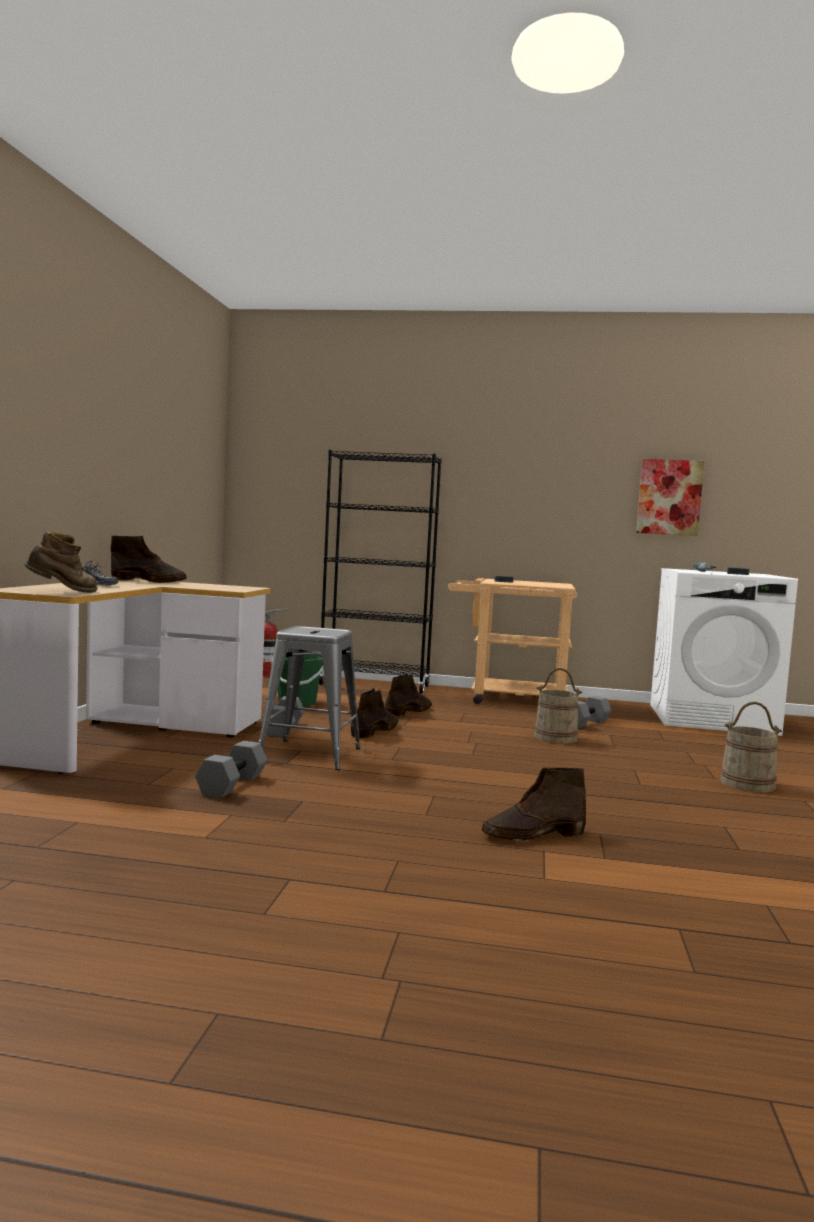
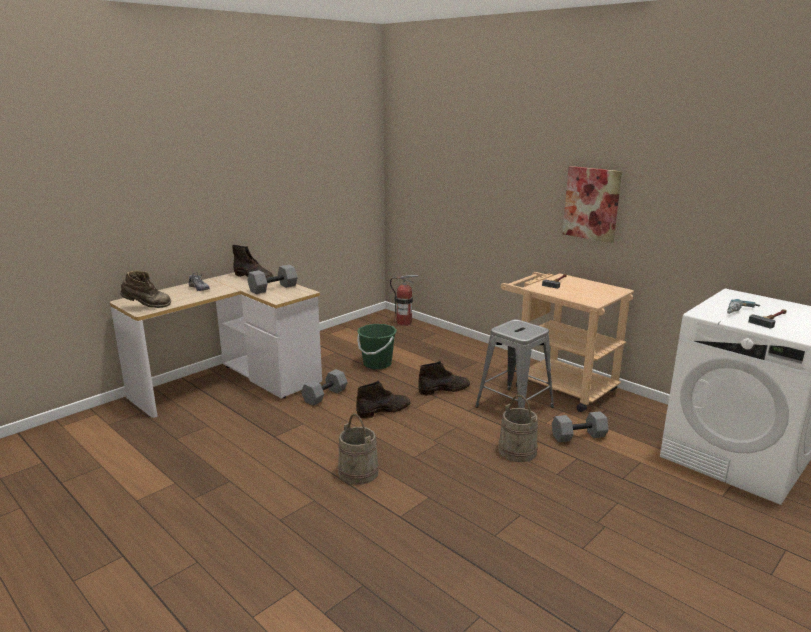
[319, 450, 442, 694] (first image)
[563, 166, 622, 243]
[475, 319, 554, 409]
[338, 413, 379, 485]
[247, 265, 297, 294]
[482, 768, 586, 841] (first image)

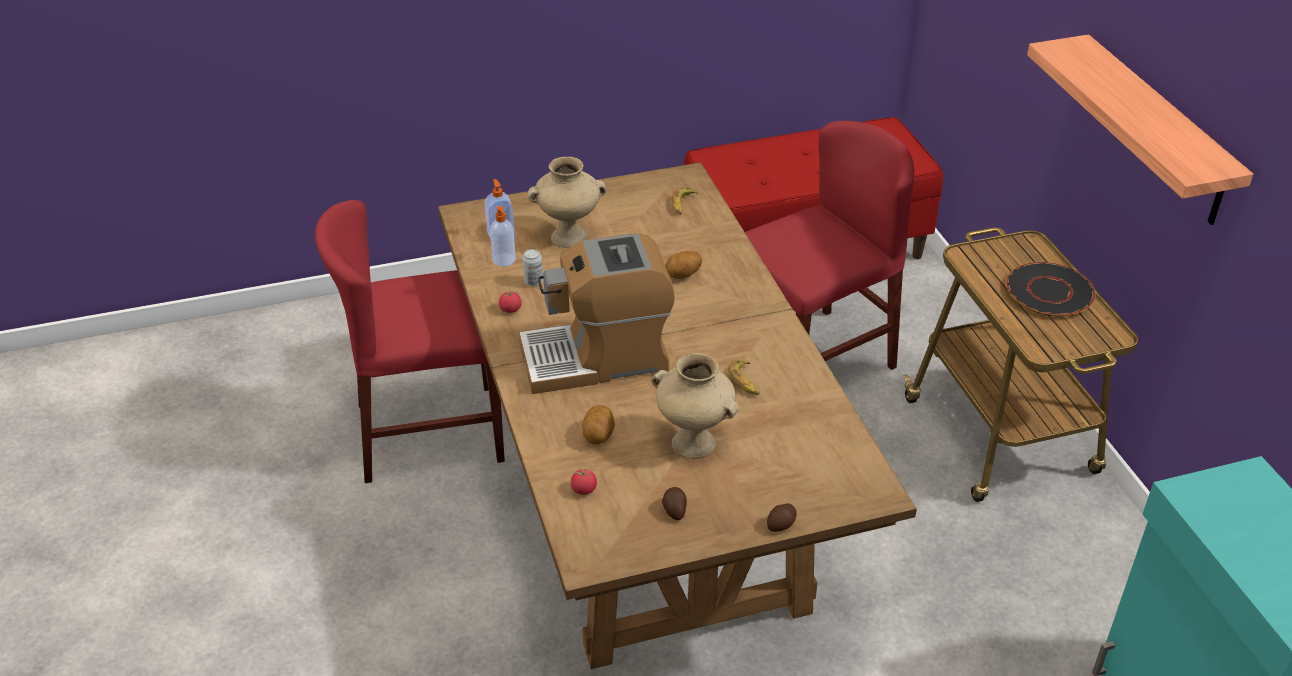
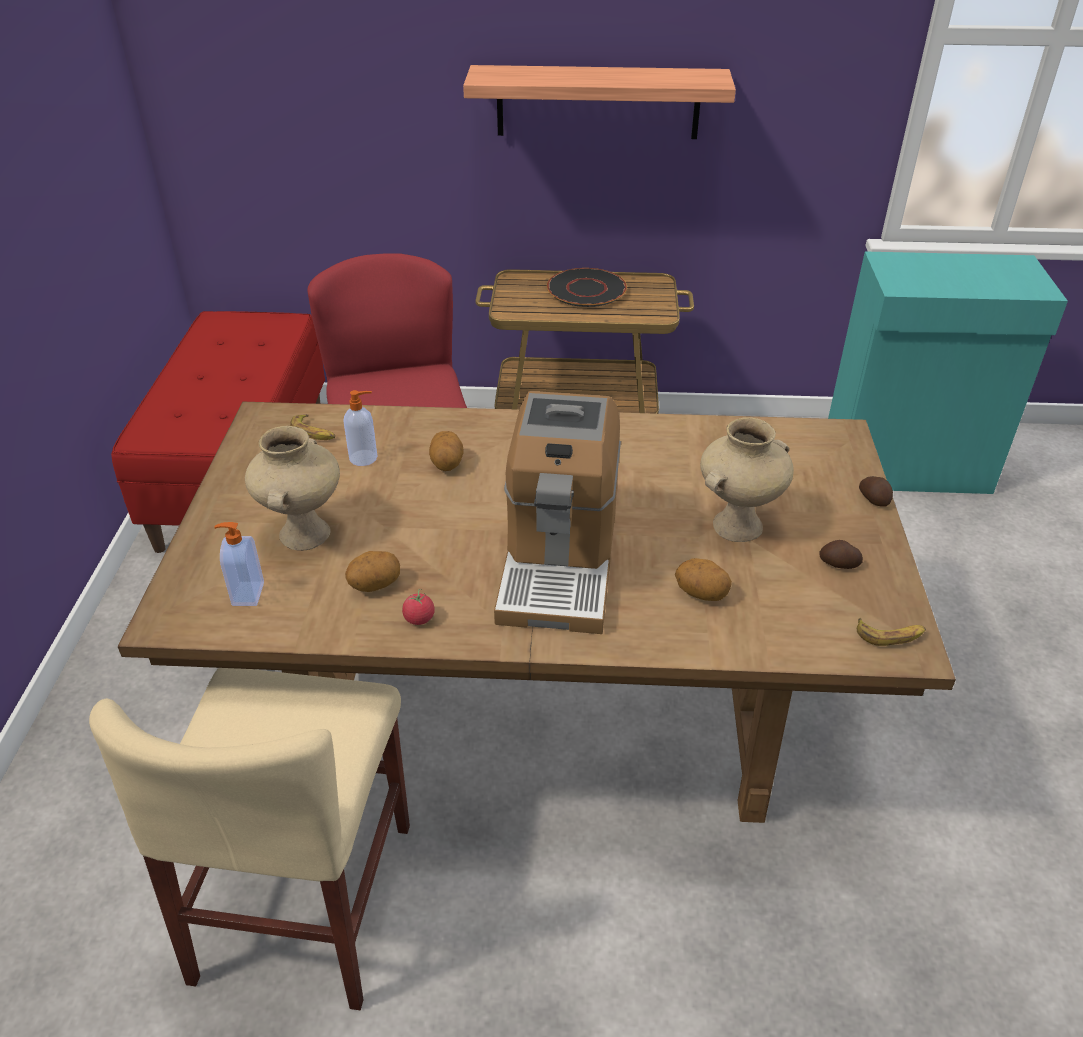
[89, 668, 410, 1010]
[343, 390, 377, 466]
[345, 551, 400, 592]
[857, 618, 926, 646]
[571, 467, 597, 495] (first image)

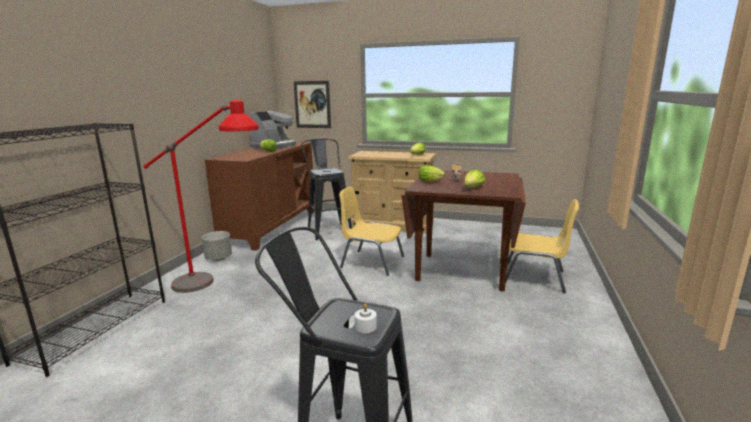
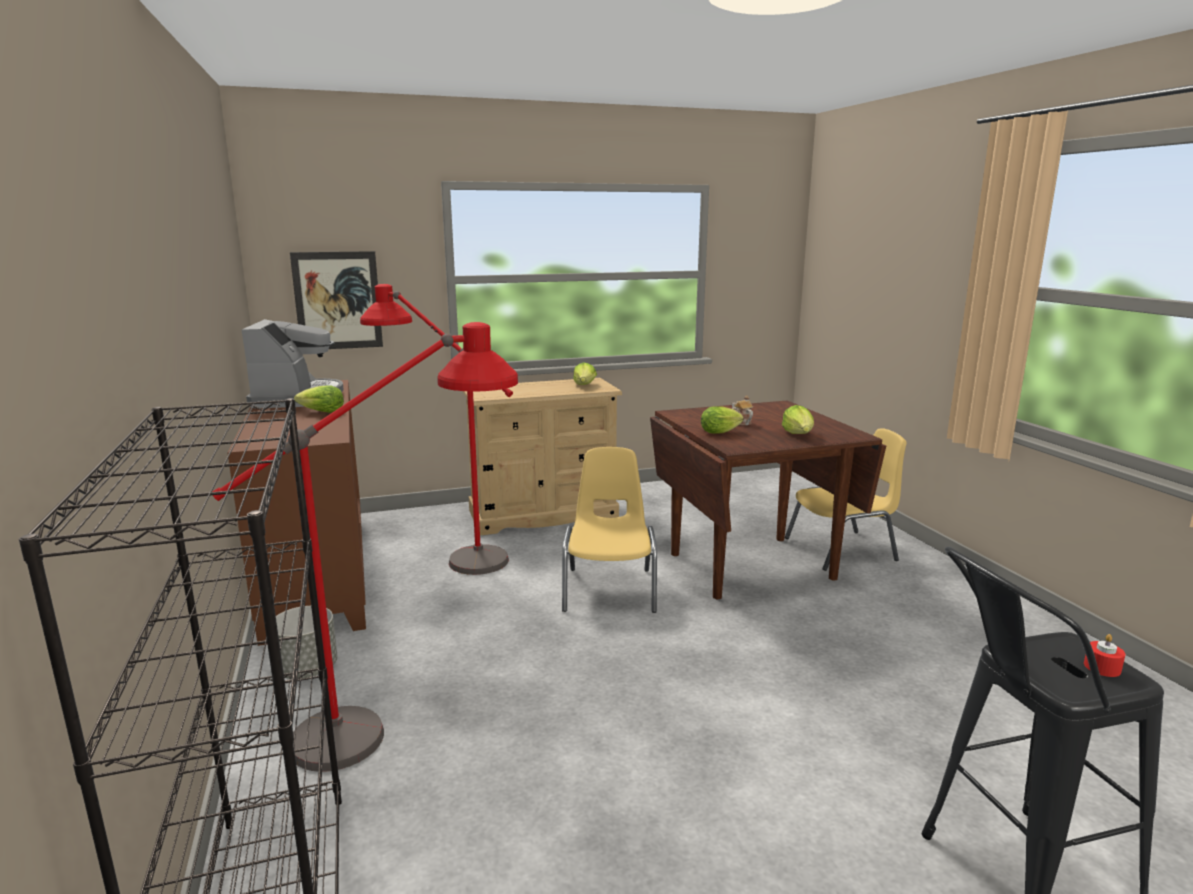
[360, 284, 513, 575]
[562, 447, 657, 613]
[1084, 634, 1125, 677]

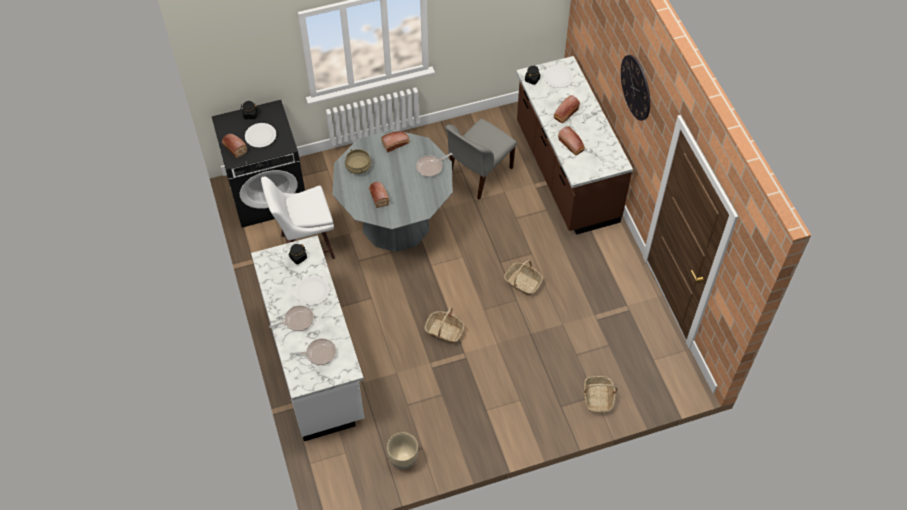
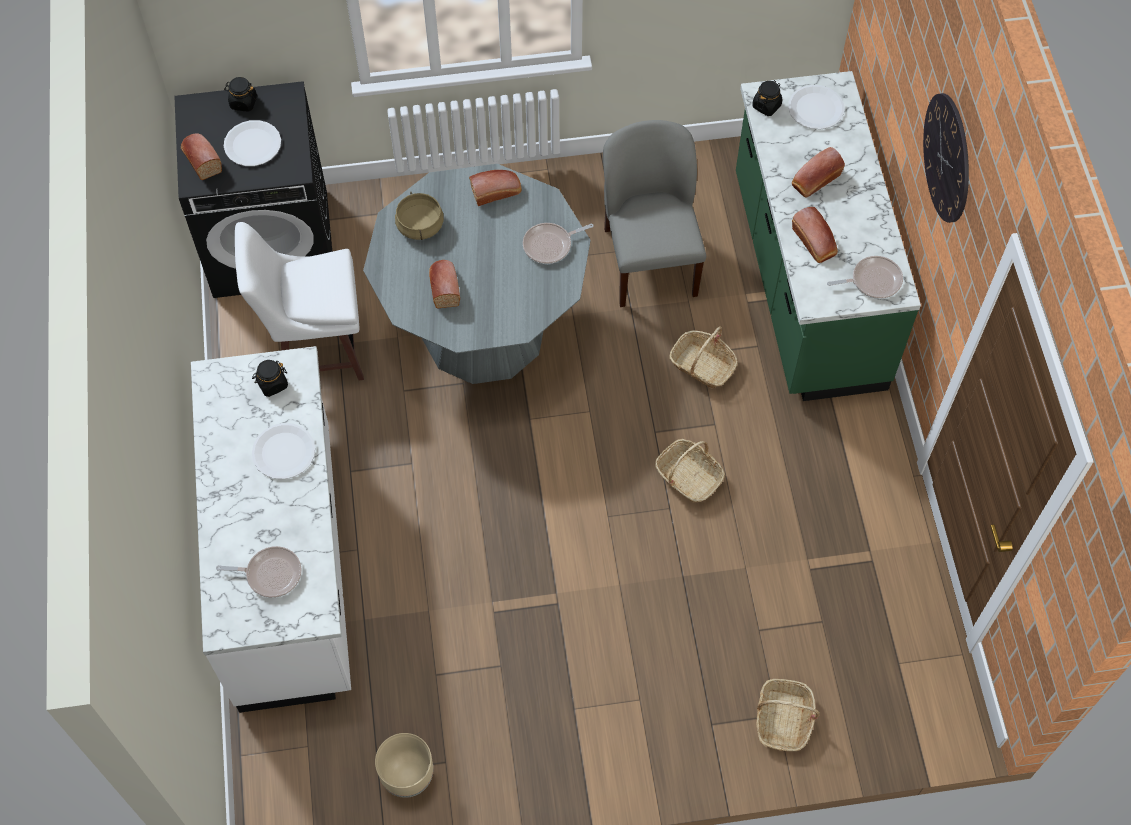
[736, 71, 921, 401]
[603, 120, 706, 307]
[827, 256, 903, 299]
[669, 326, 738, 388]

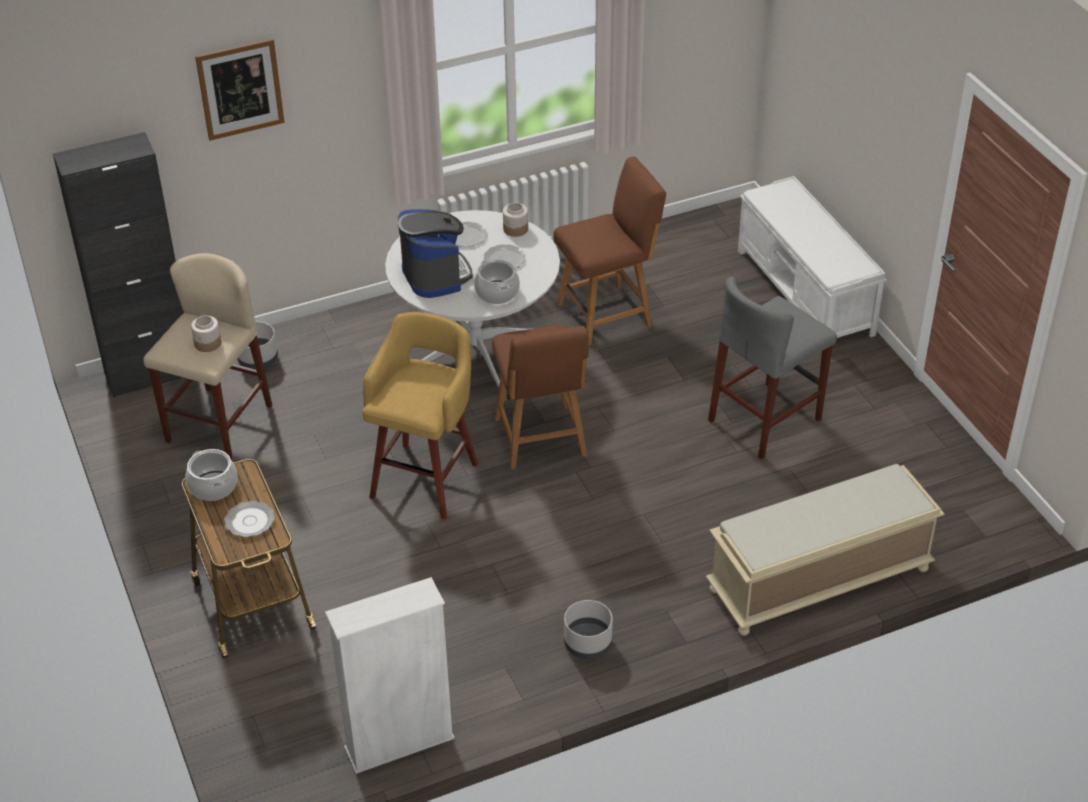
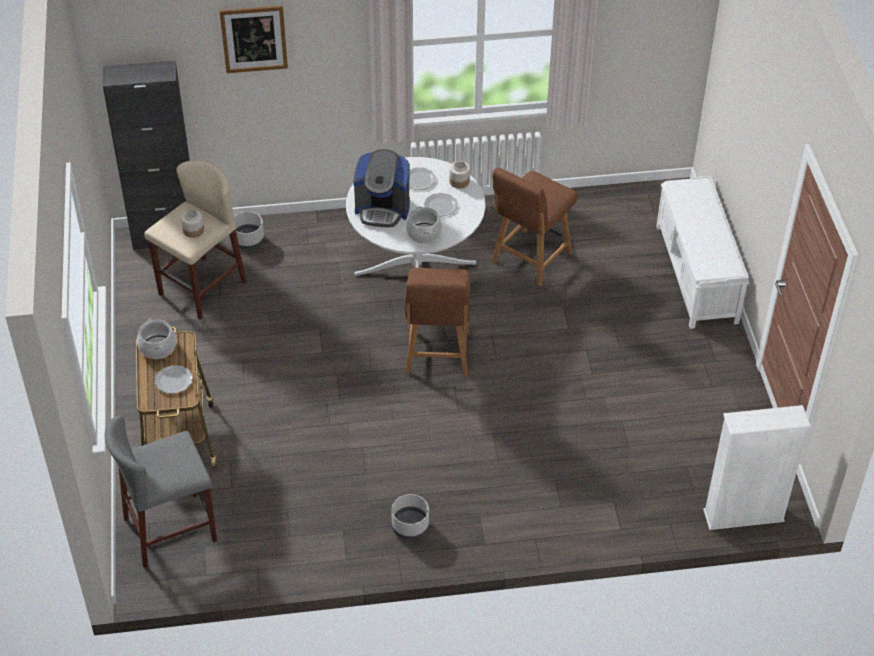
[492, 167, 578, 286]
[353, 149, 410, 227]
[105, 416, 217, 568]
[362, 312, 478, 519] (first image)
[706, 464, 944, 636] (first image)
[703, 405, 811, 530]

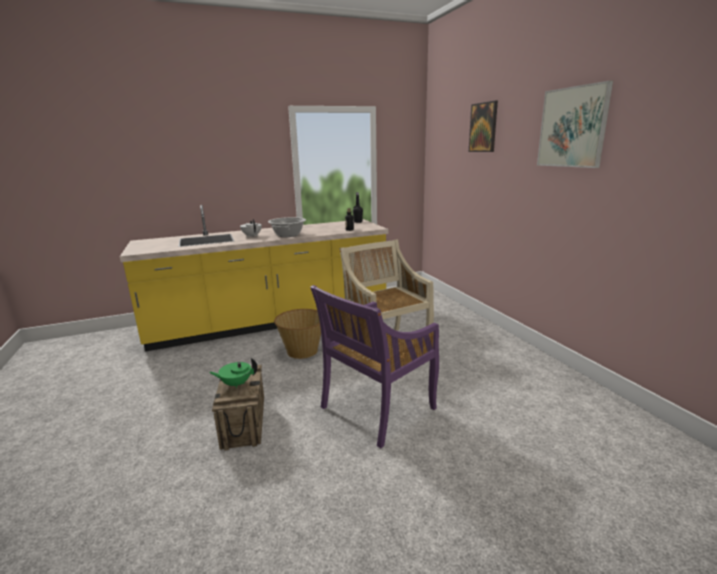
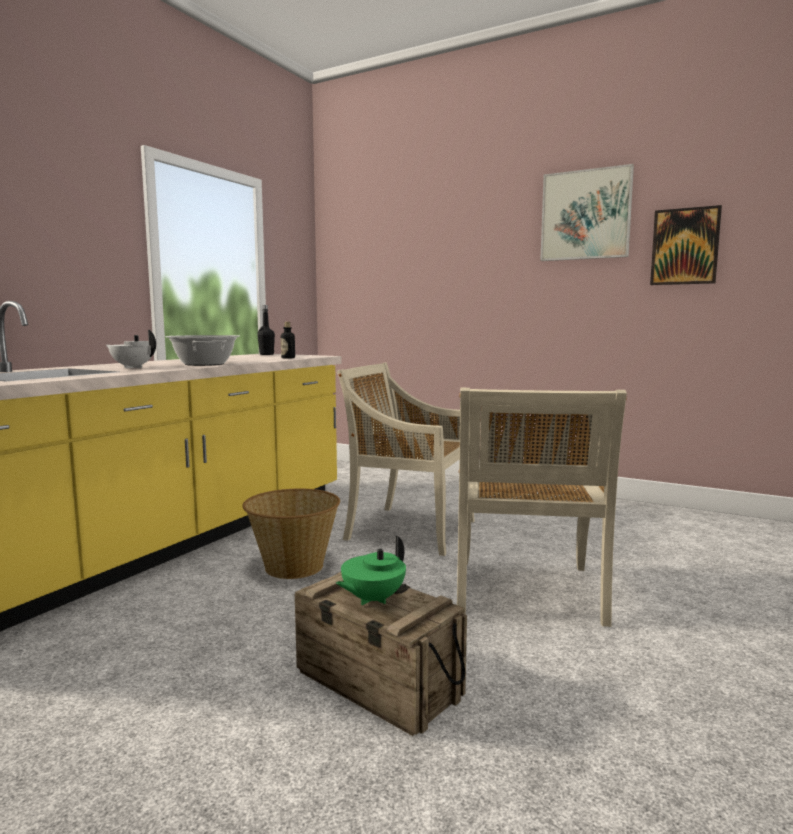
[650, 205, 722, 285]
[457, 388, 627, 627]

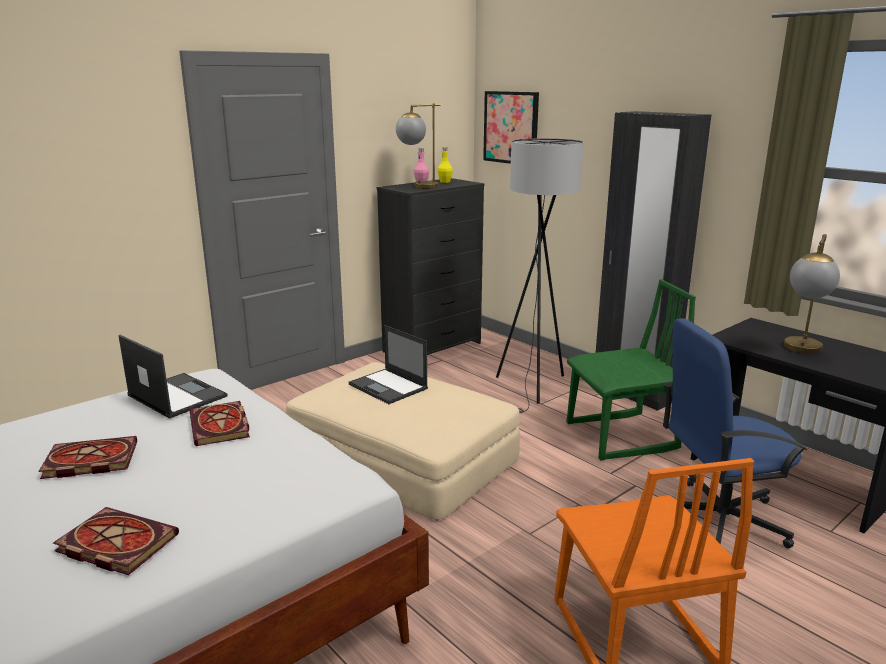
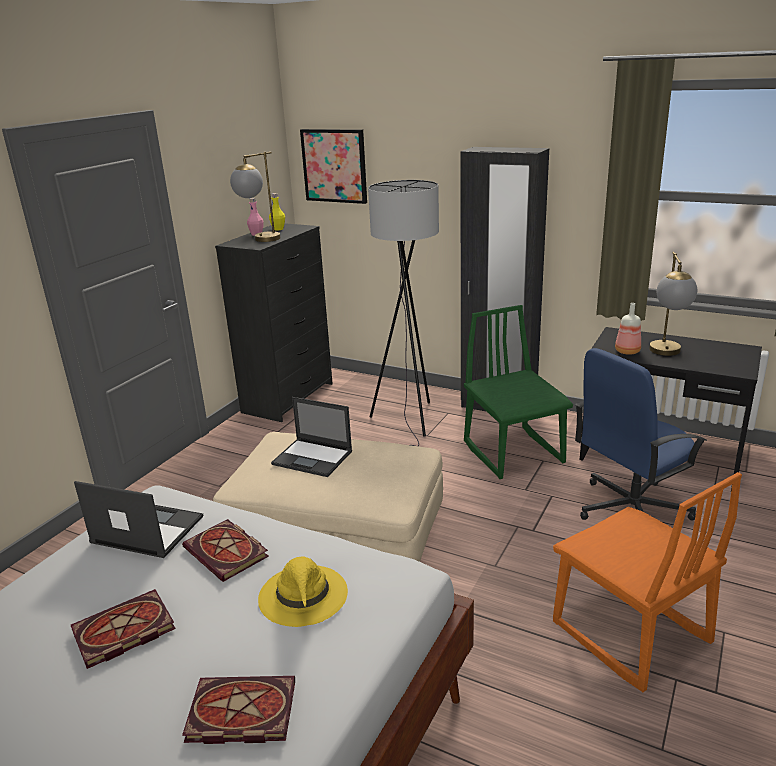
[464, 305, 573, 479]
[615, 303, 641, 355]
[258, 556, 348, 627]

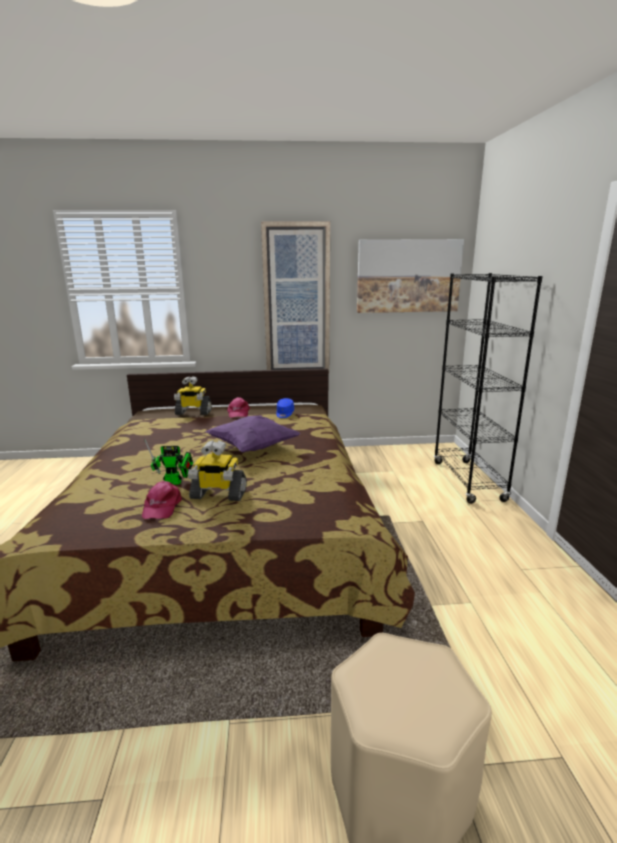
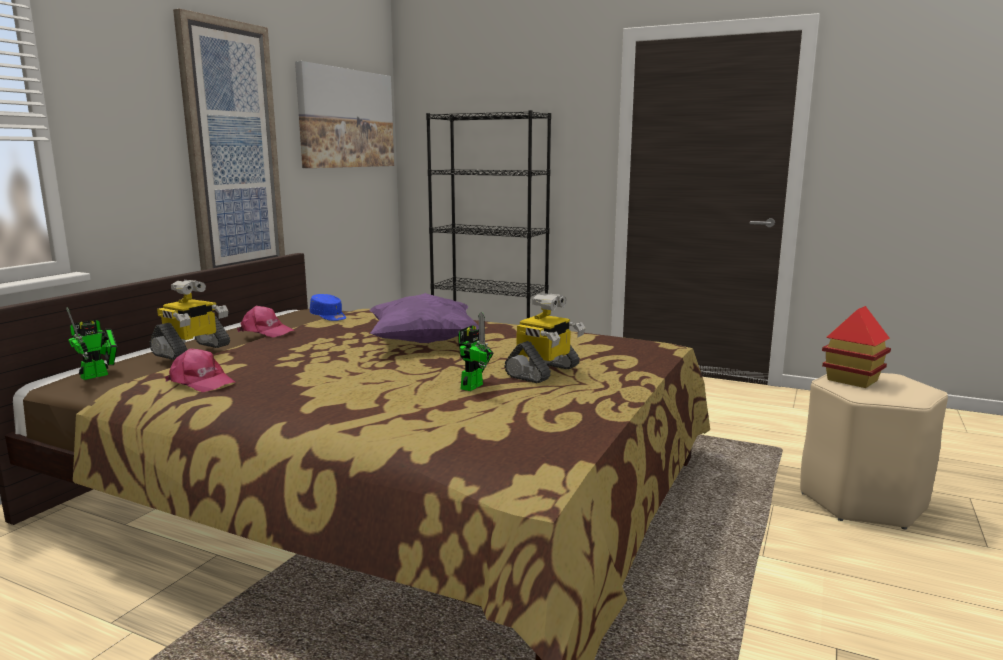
[165, 348, 235, 392]
[822, 306, 891, 388]
[66, 307, 117, 380]

